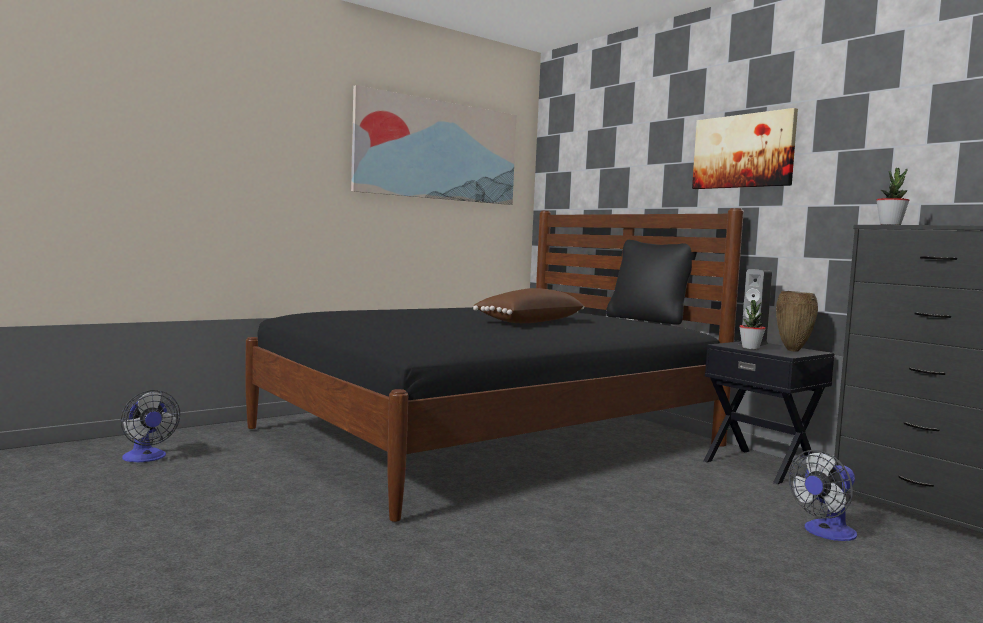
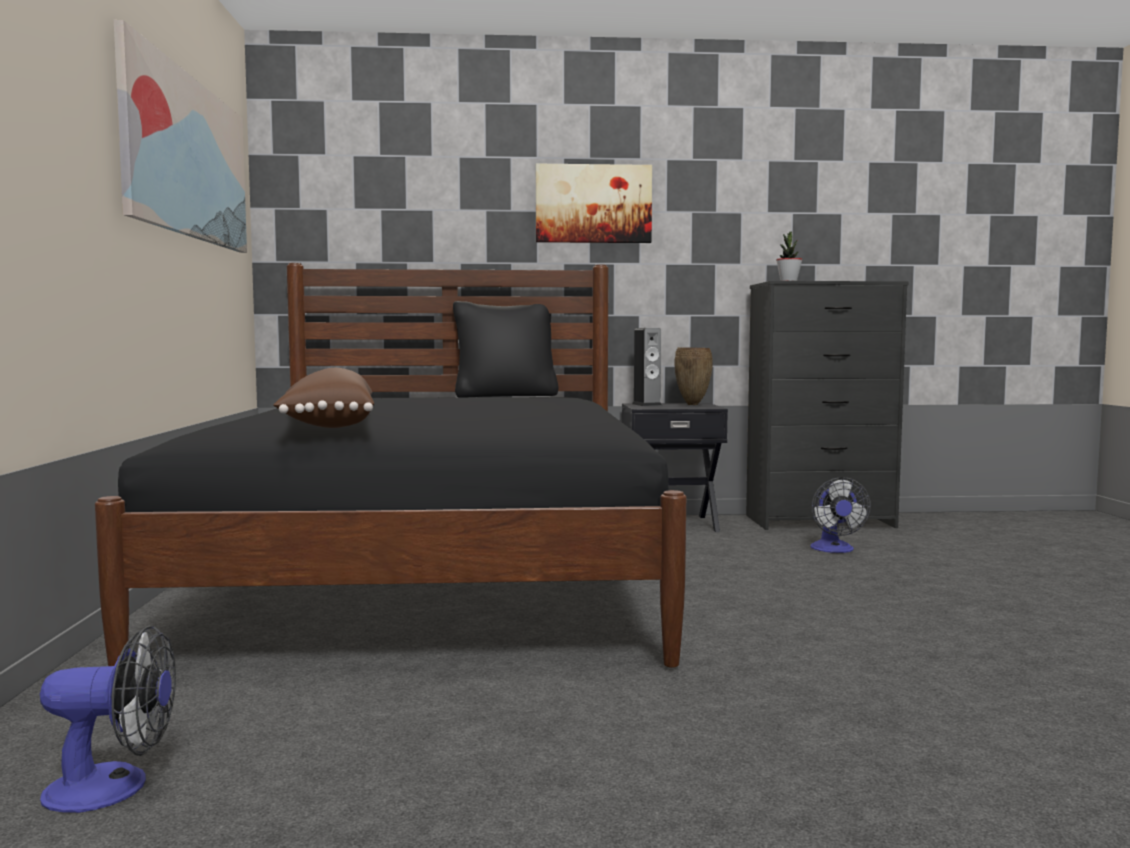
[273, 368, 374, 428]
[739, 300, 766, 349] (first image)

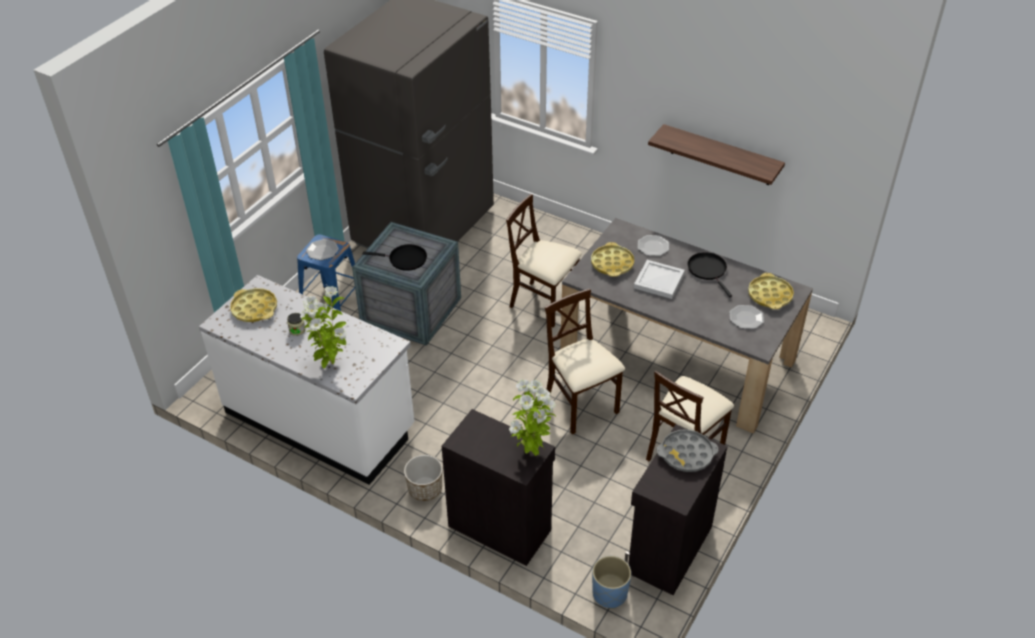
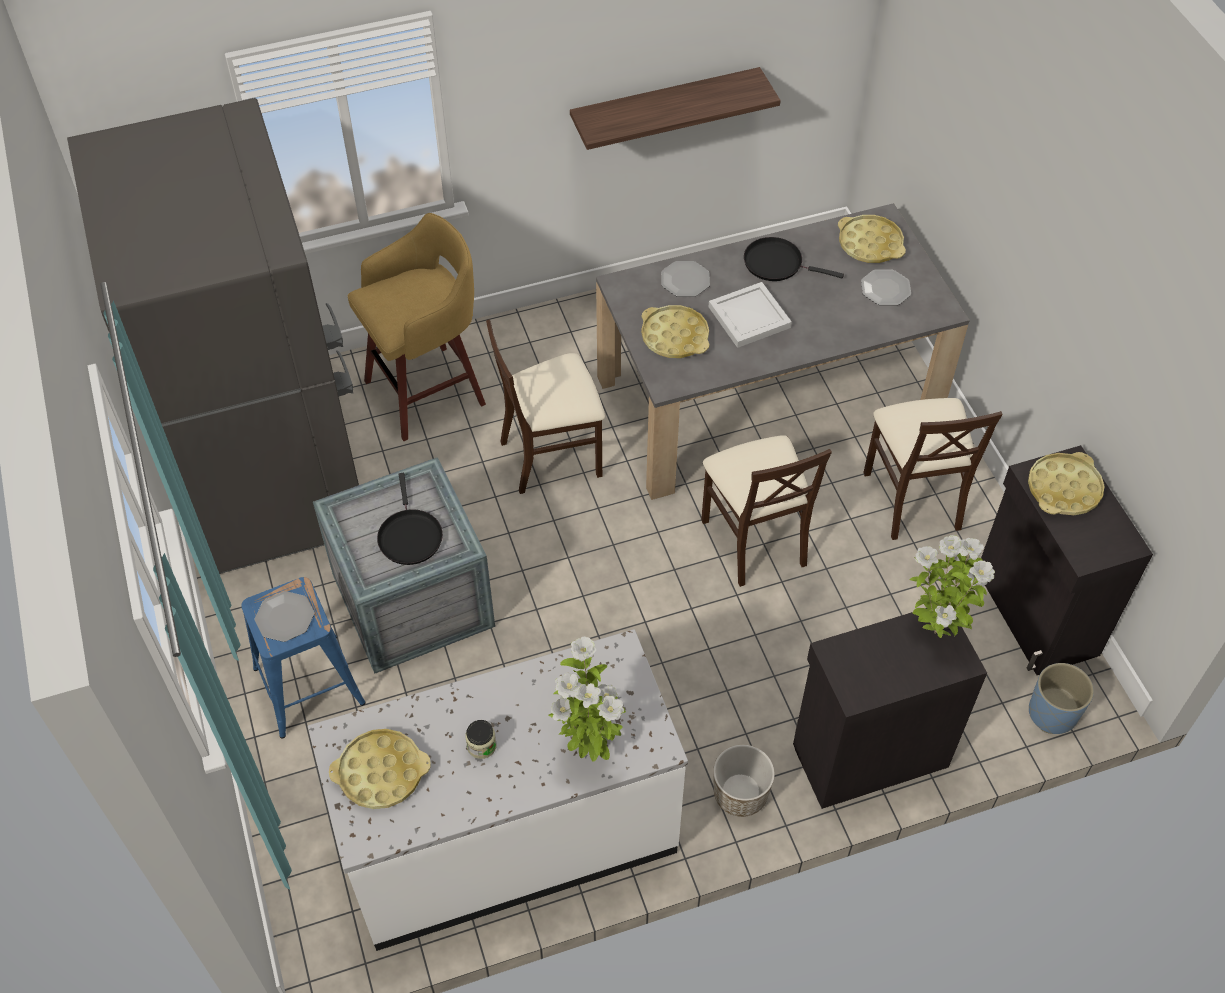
[377, 473, 443, 565]
[701, 435, 832, 587]
[1028, 452, 1105, 515]
[348, 213, 486, 441]

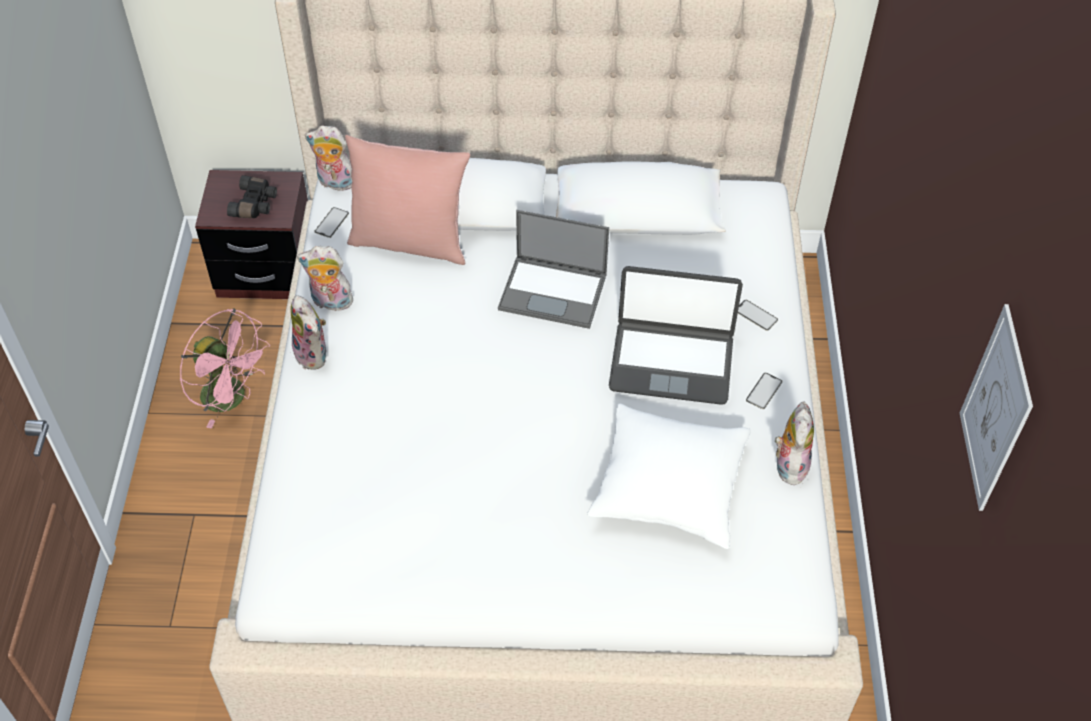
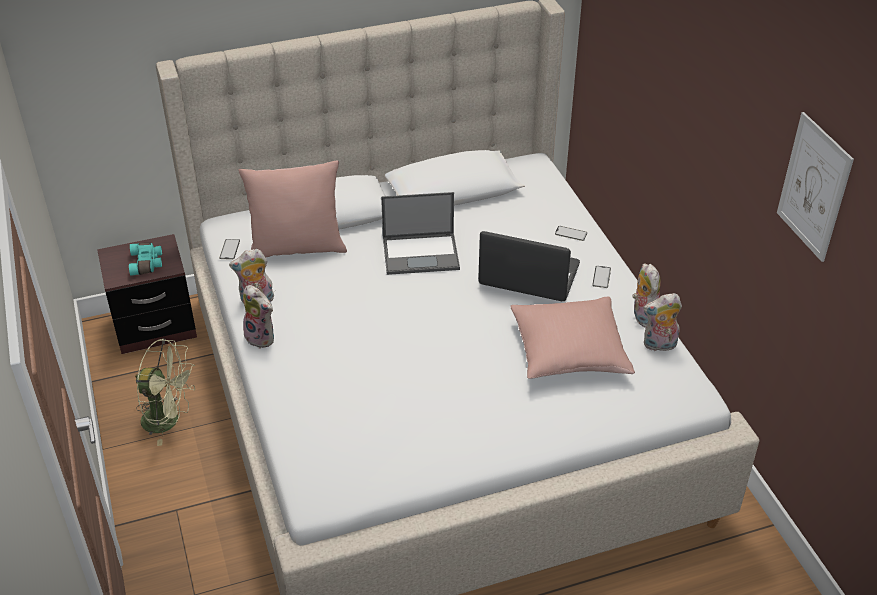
[643, 293, 682, 351]
[129, 243, 162, 276]
[478, 231, 580, 301]
[135, 339, 195, 446]
[510, 297, 635, 379]

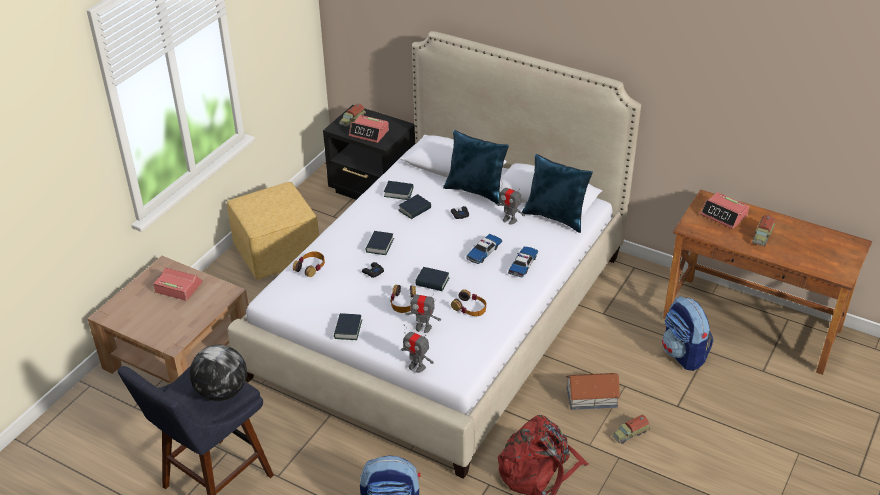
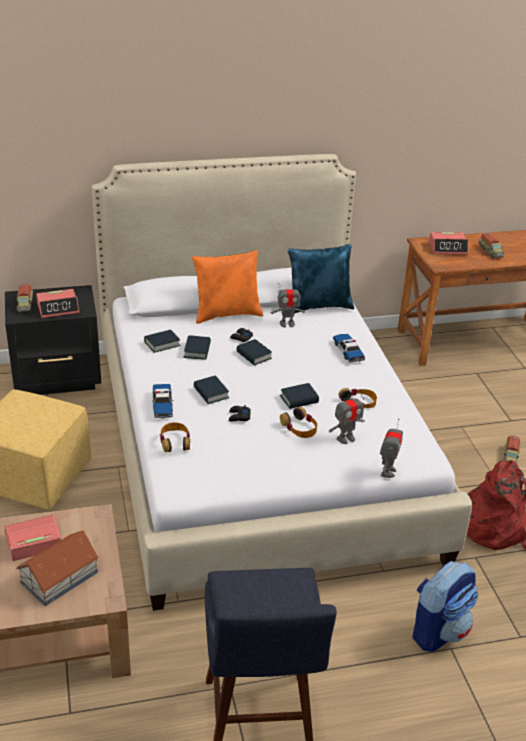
[192, 250, 264, 324]
[152, 384, 173, 418]
[662, 296, 713, 371] (first image)
[236, 339, 272, 365]
[380, 419, 403, 478]
[190, 345, 247, 401] (first image)
[16, 530, 99, 606]

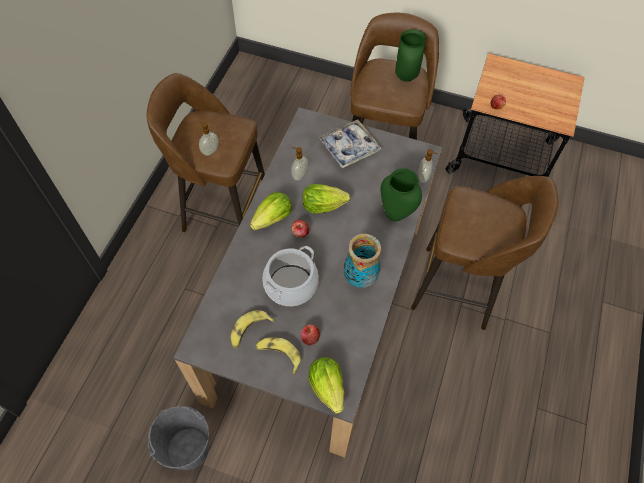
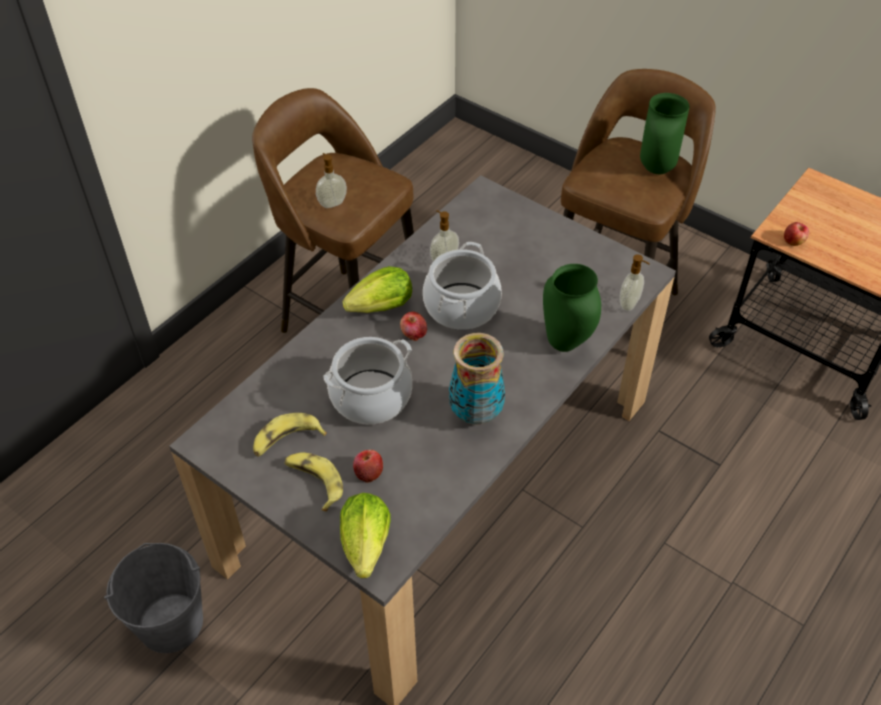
[319, 120, 381, 169] (first image)
[411, 176, 559, 330] (first image)
[423, 242, 502, 330]

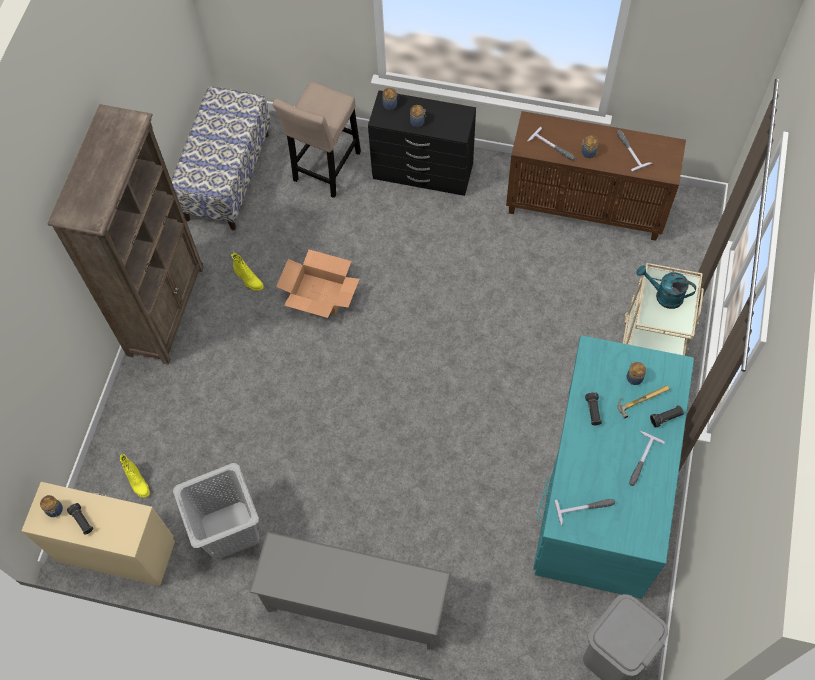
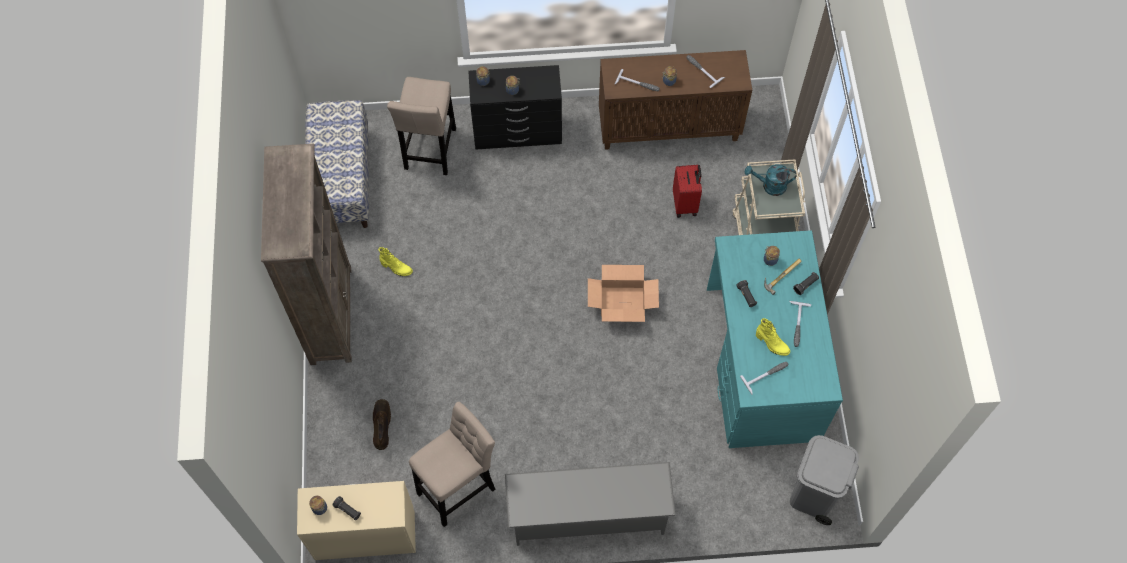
[588, 265, 659, 322]
[756, 318, 790, 356]
[409, 402, 495, 527]
[673, 165, 702, 218]
[373, 399, 391, 450]

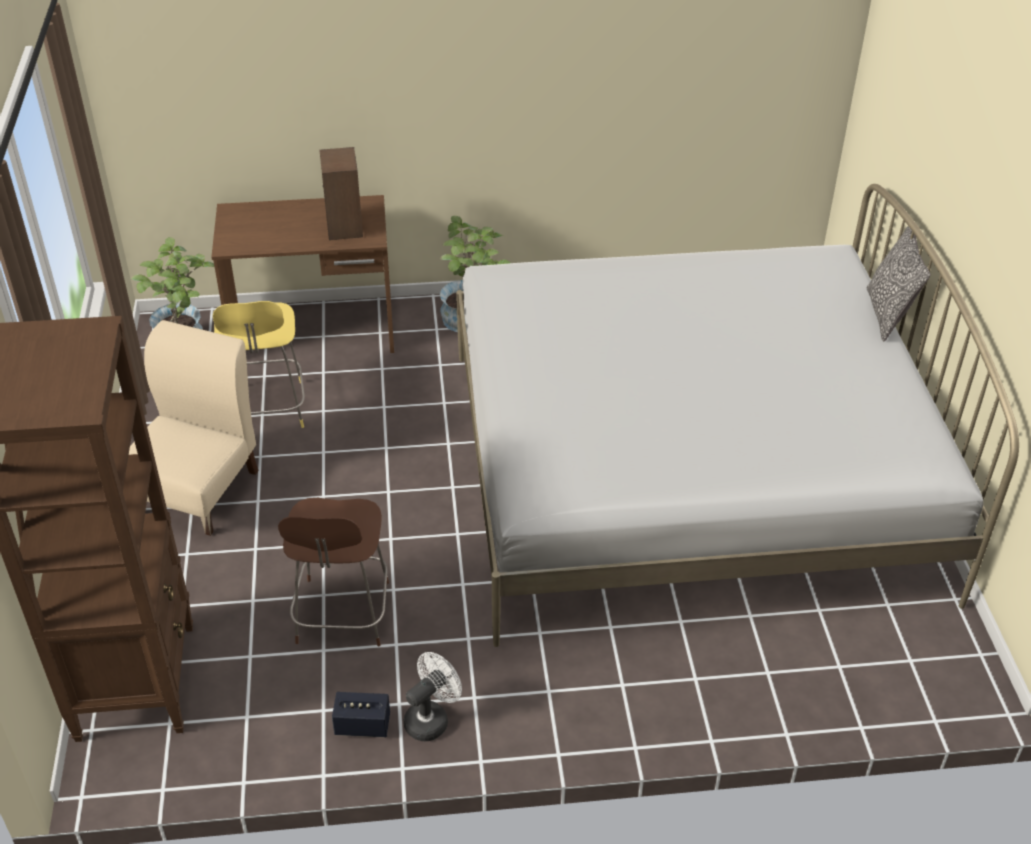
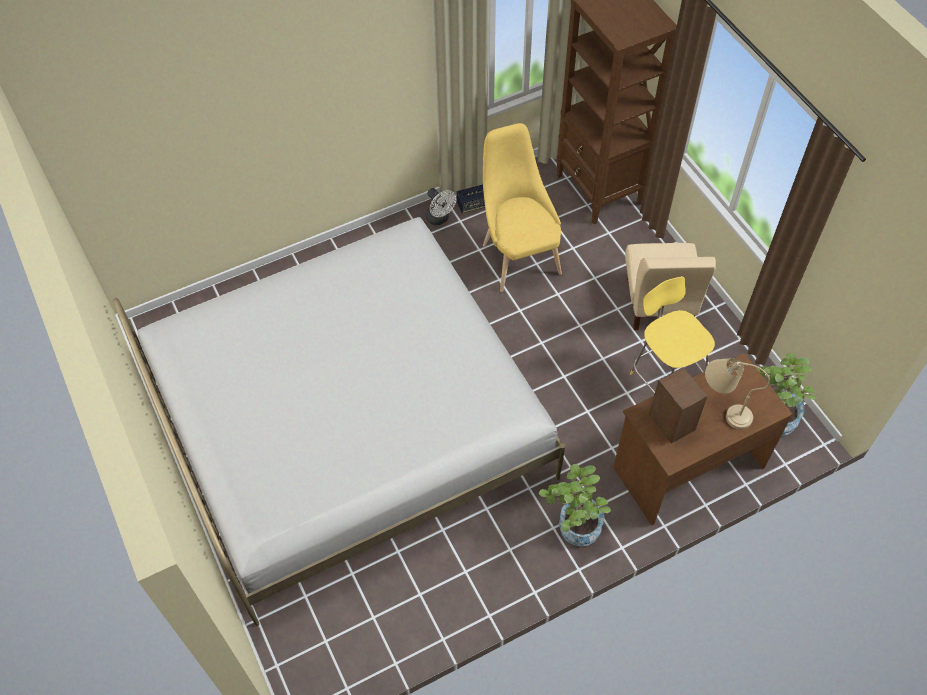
[867, 226, 930, 341] (first image)
[483, 123, 562, 292]
[425, 188, 456, 225]
[705, 358, 770, 430]

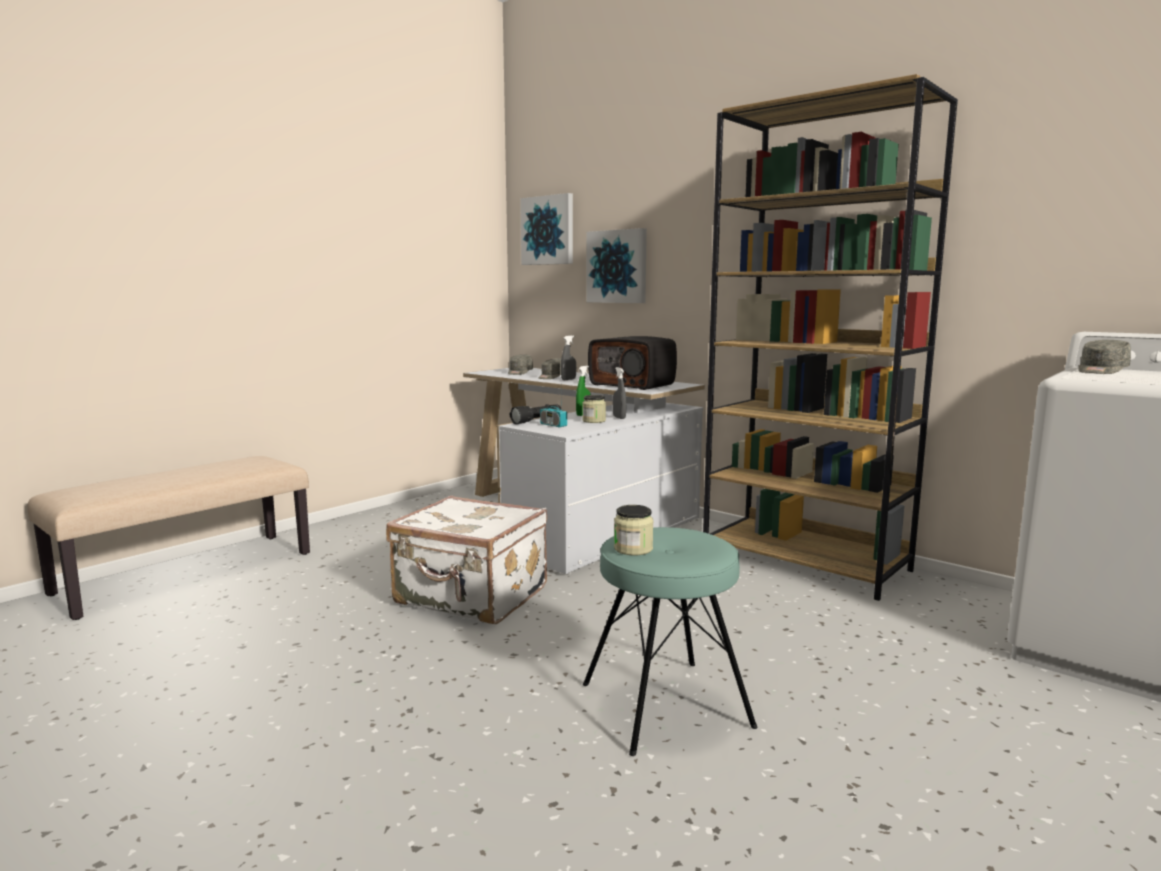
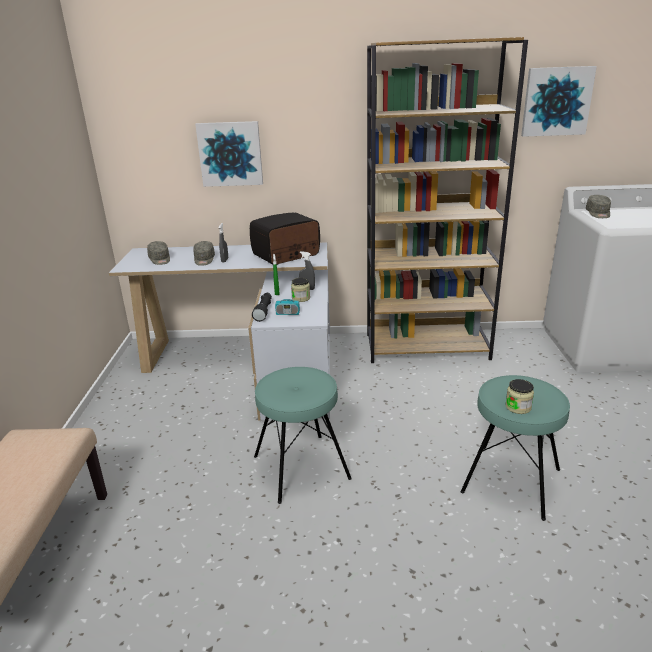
[521, 66, 597, 137]
[250, 212, 320, 265]
[254, 367, 352, 504]

